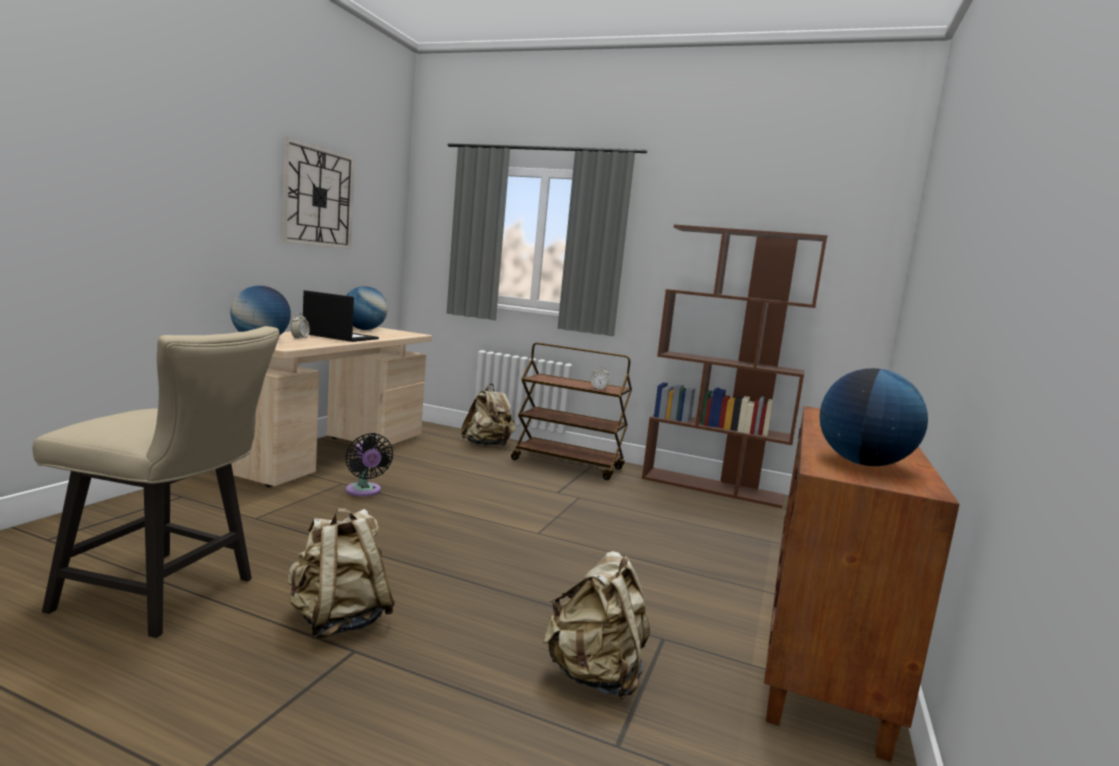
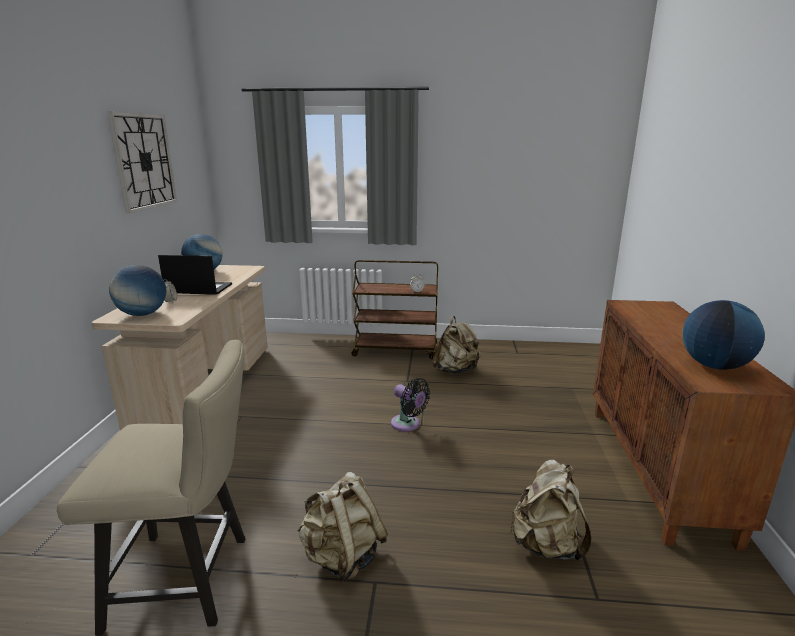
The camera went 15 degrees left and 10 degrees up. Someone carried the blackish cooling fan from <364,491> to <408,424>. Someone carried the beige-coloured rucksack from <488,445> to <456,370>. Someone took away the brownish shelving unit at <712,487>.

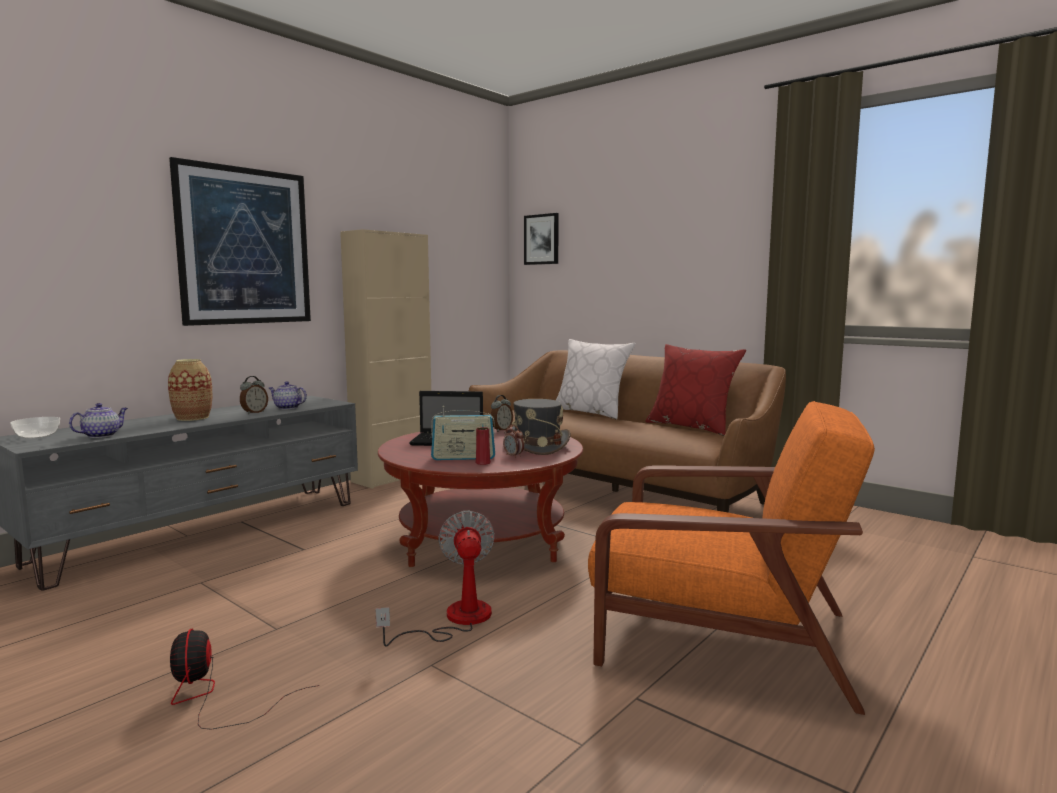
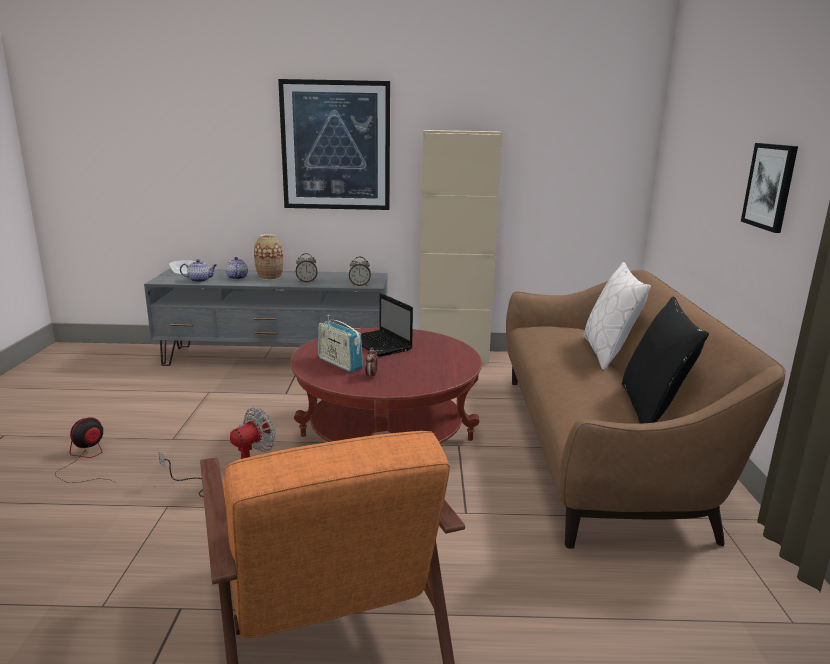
The camera went 50 degrees right and 10 degrees up. Someone carried the pot for tea from <287,408> to <237,277>. Someone took away the red vase at <483,463>. Someone carried the alarm clock from <501,430> to <359,285>. Someone took away the grey clothing hat at <537,446>. Someone carried the picture from <542,239> to <770,186>. Someone repainted the red pillow at <692,427>, which became the blackish pillow at <652,409>.

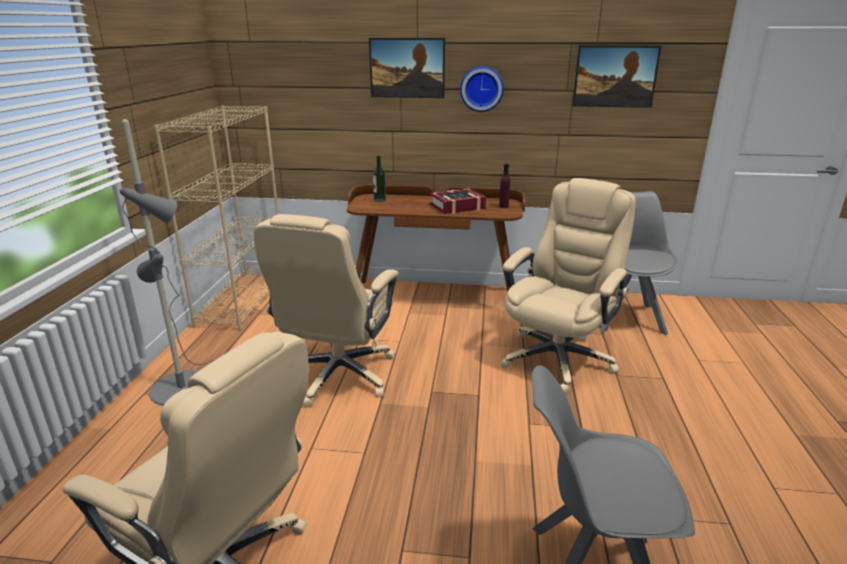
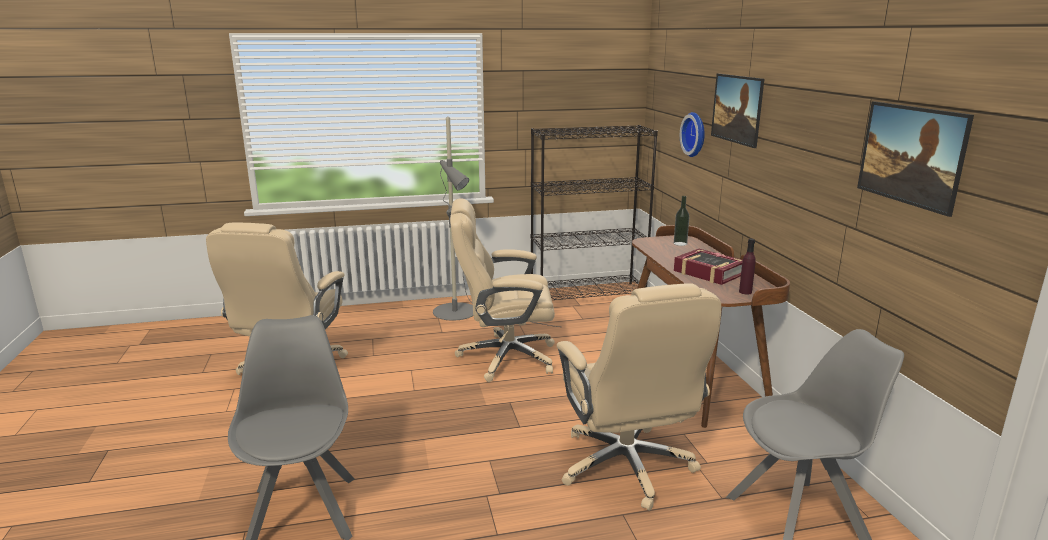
The camera went 70 degrees right and 5 degrees down. Someone repainted the beige-coloured shelving unit at <243,300>, which became the blackish shelving unit at <588,294>. Someone carried the hanging clock from <481,88> to <695,134>. Someone rotated the beige-coloured desk chair at <558,358> by 60 degrees clockwise.

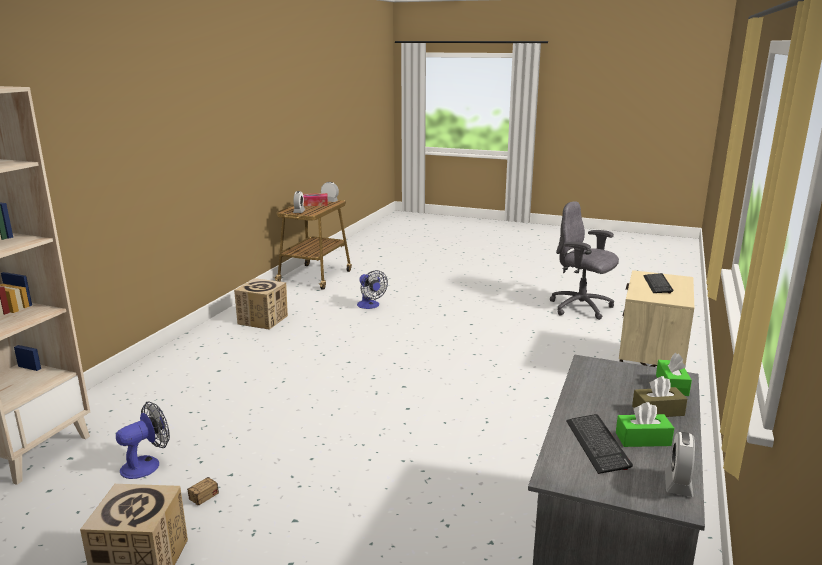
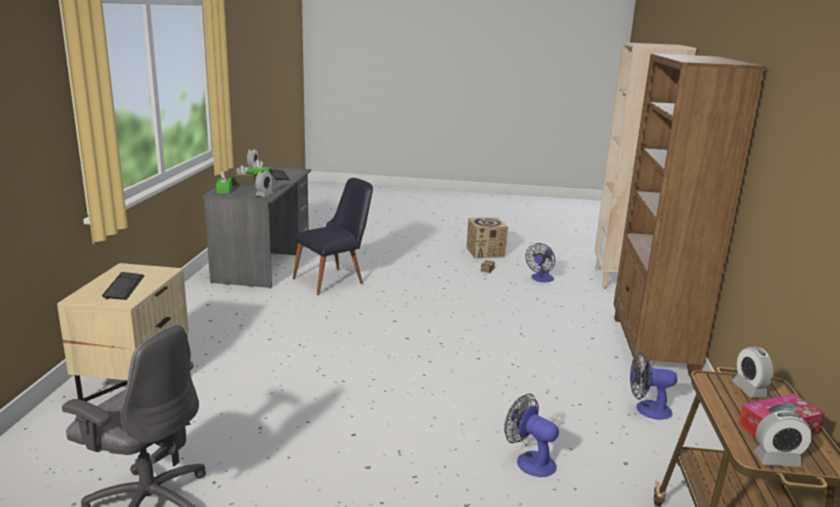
The camera went 165 degrees right and 0 degrees up. Someone swapped the cardboard box at <263,320> for the cooling fan at <647,409>. Someone put down the alarm clock at <264,195>. Someone put down the blackish upright chair at <334,280>. Someone put down the brownish shelving unit at <652,346>.

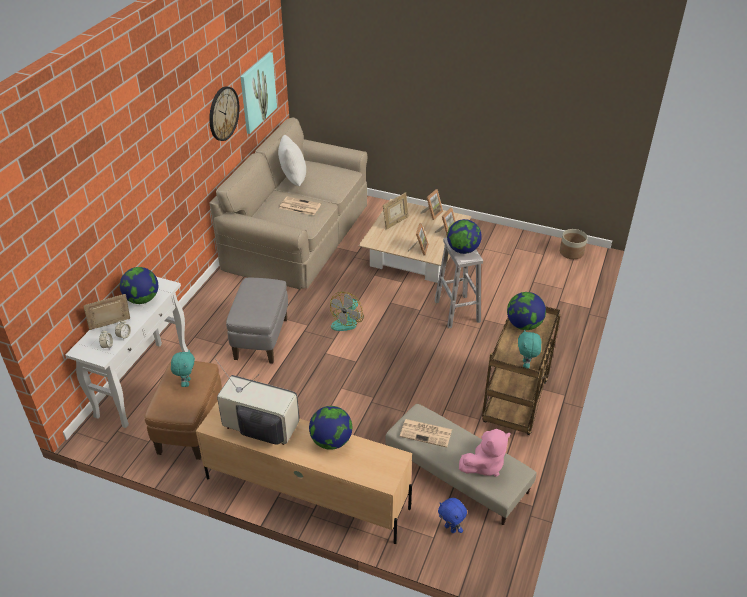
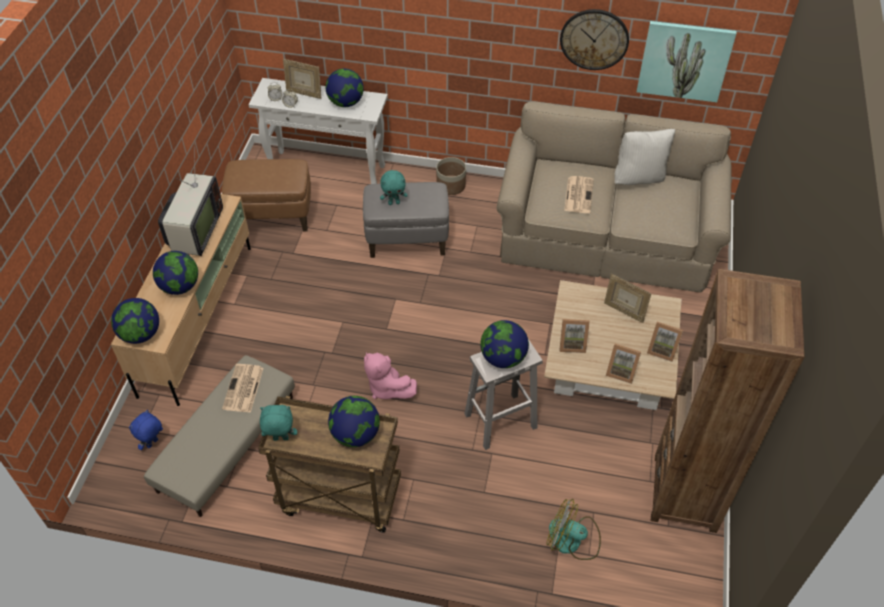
The camera went 80 degrees right and 10 degrees up. Someone rotated the standing frame at <111,326> by 150 degrees clockwise. Someone carried the turquoise-coloured plush toy from <186,382> to <394,202>. Someone carried the cooling fan from <348,321> to <572,540>. Someone carried the pinkish plush toy from <484,465> to <387,387>. Someone carried the flower pot from <571,252> to <450,185>. Someone put down the desk globe at <140,334>. Someone put down the brownish shelving unit at <685,492>.

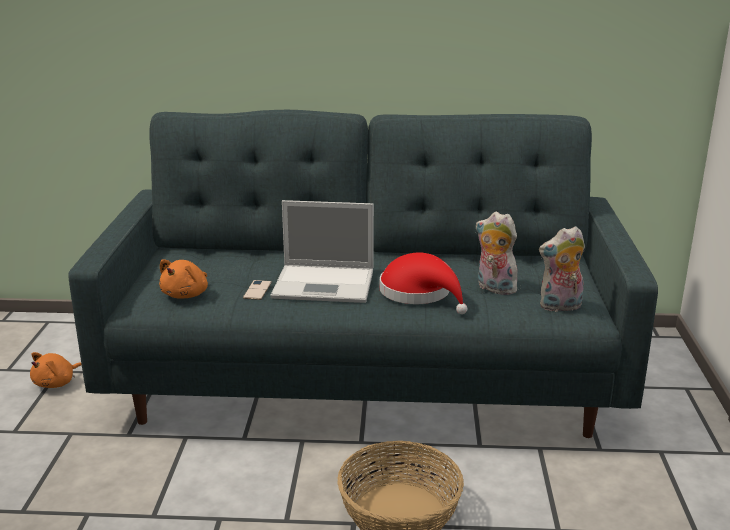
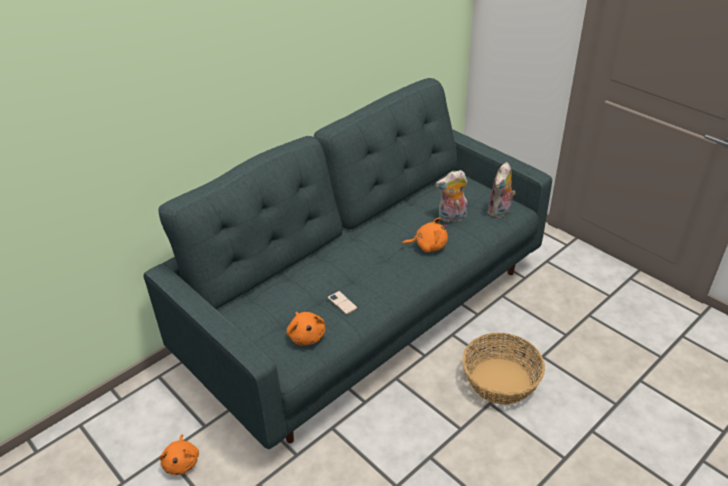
The camera went 45 degrees left and 15 degrees up. Someone took away the notebook computer at <326,284>. Someone swapped the red clothing hat at <419,293> for the orange plush toy at <428,246>.

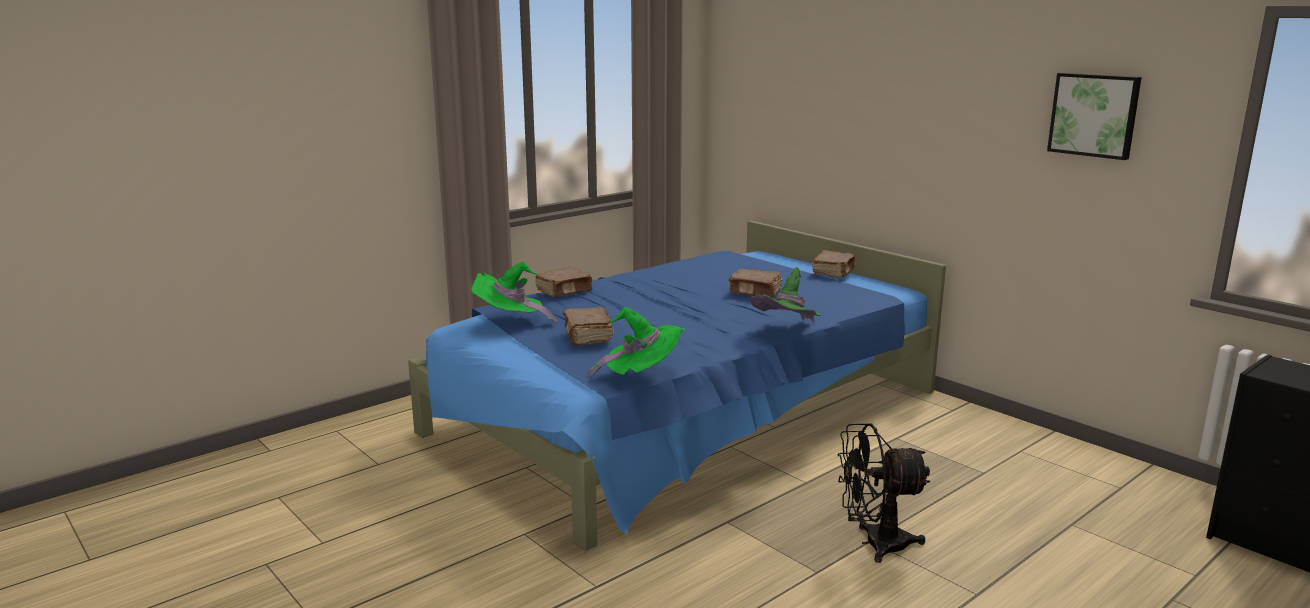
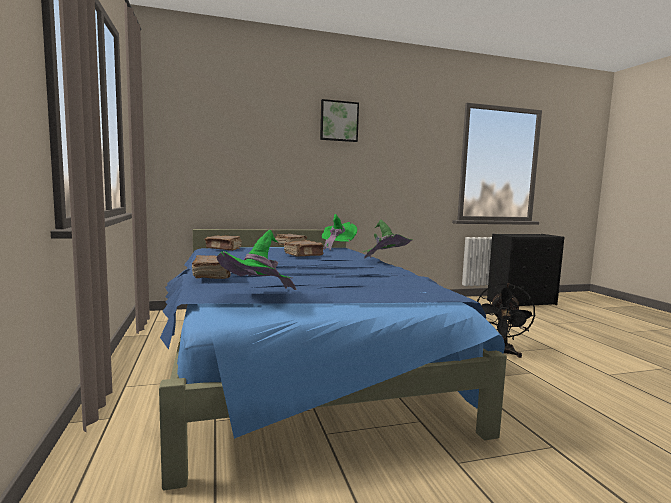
The camera went 65 degrees left and 10 degrees down. Someone carried the brownish book from <587,336> to <224,249>. Someone carried the greenish clothing hat from <642,376> to <337,247>. Someone carried the picture from <1094,115> to <338,121>.

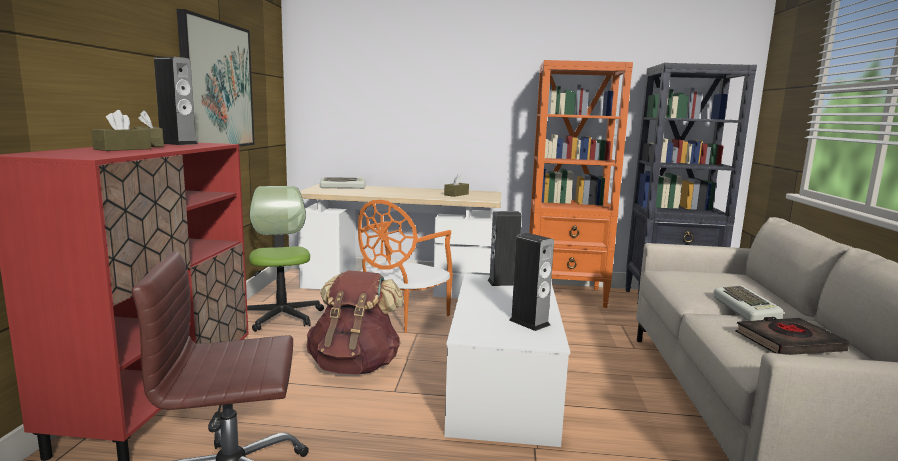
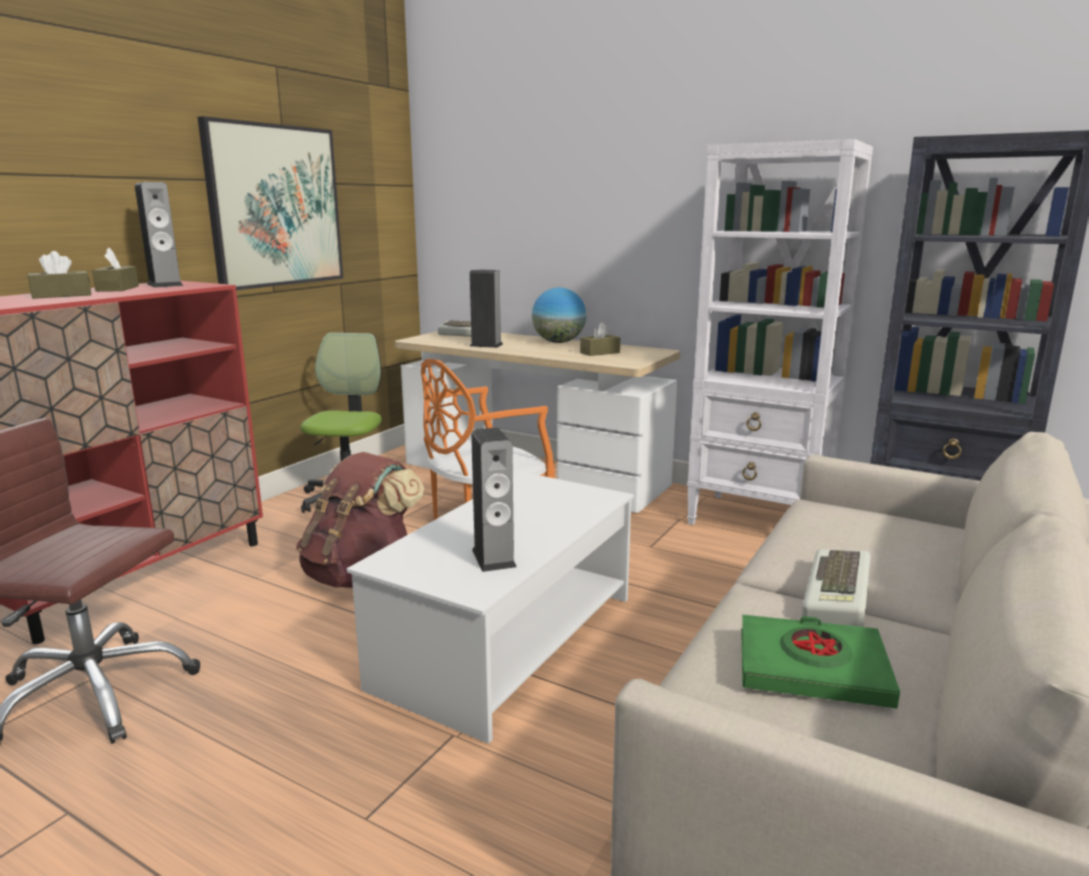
The camera went 25 degrees right and 5 degrees up. Someone carried the audio speaker from <503,282> to <486,345>. Someone repainted the orange shelving unit at <566,296>, which became the white-coloured shelving unit at <759,520>. Someone repainted the blackish book at <788,342>, which became the greenish book at <812,669>. Someone put down the desk globe at <558,342>.

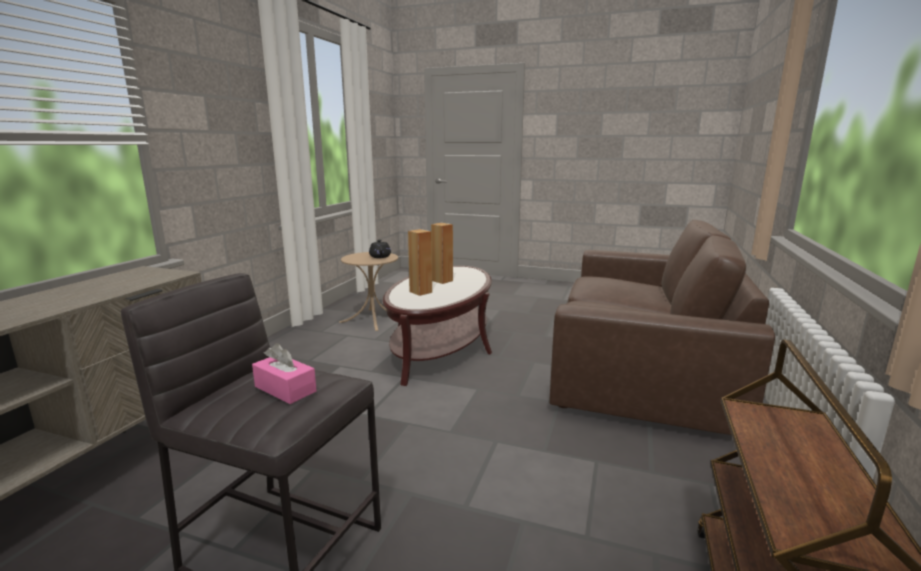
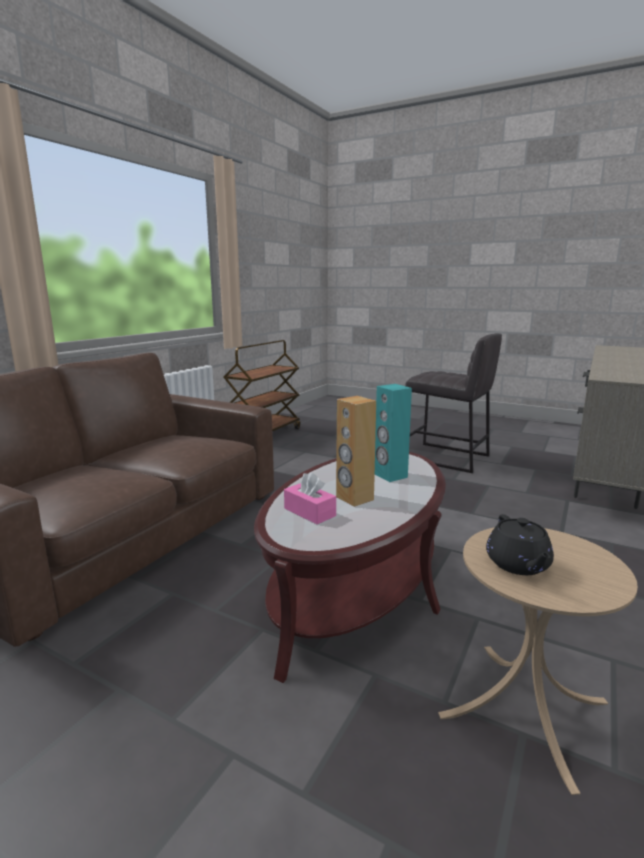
The camera went 170 degrees left and 0 degrees up. Someone carried the pinkish box of tissues from <285,389> to <309,512>. Someone repainted the brownish audio speaker at <421,292>, which became the turquoise-coloured audio speaker at <390,475>.

